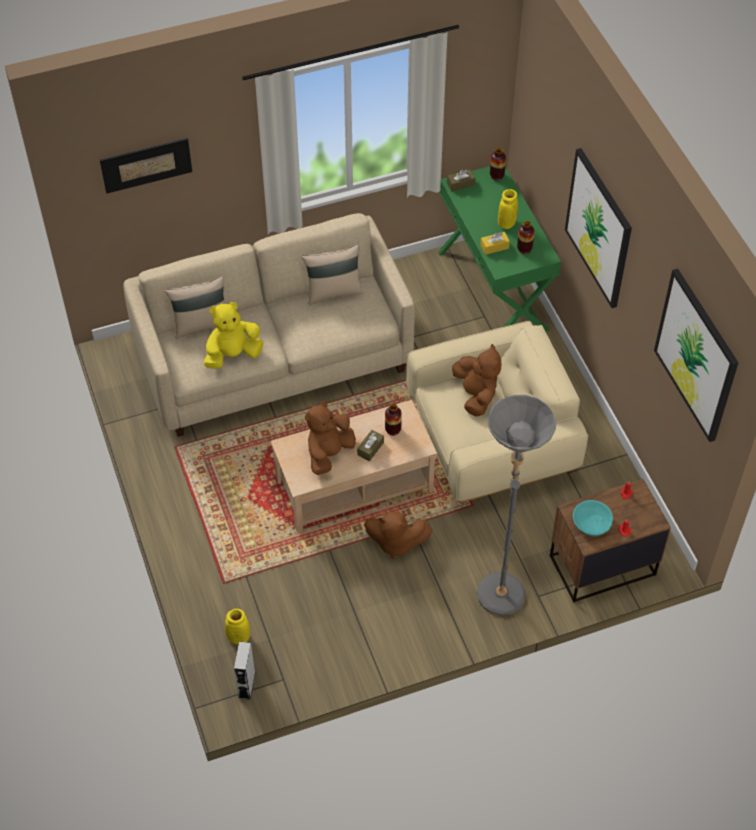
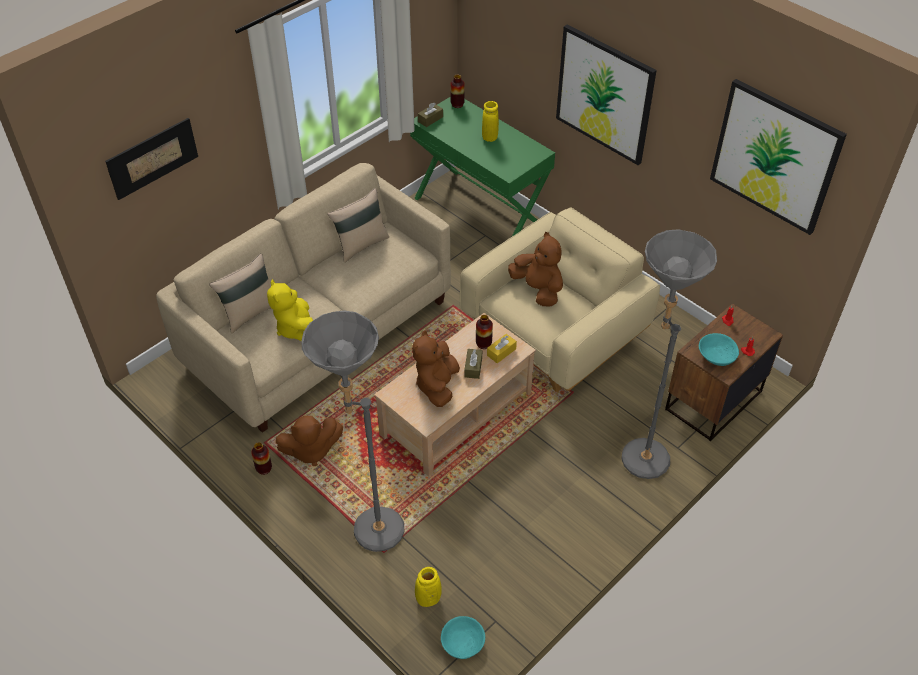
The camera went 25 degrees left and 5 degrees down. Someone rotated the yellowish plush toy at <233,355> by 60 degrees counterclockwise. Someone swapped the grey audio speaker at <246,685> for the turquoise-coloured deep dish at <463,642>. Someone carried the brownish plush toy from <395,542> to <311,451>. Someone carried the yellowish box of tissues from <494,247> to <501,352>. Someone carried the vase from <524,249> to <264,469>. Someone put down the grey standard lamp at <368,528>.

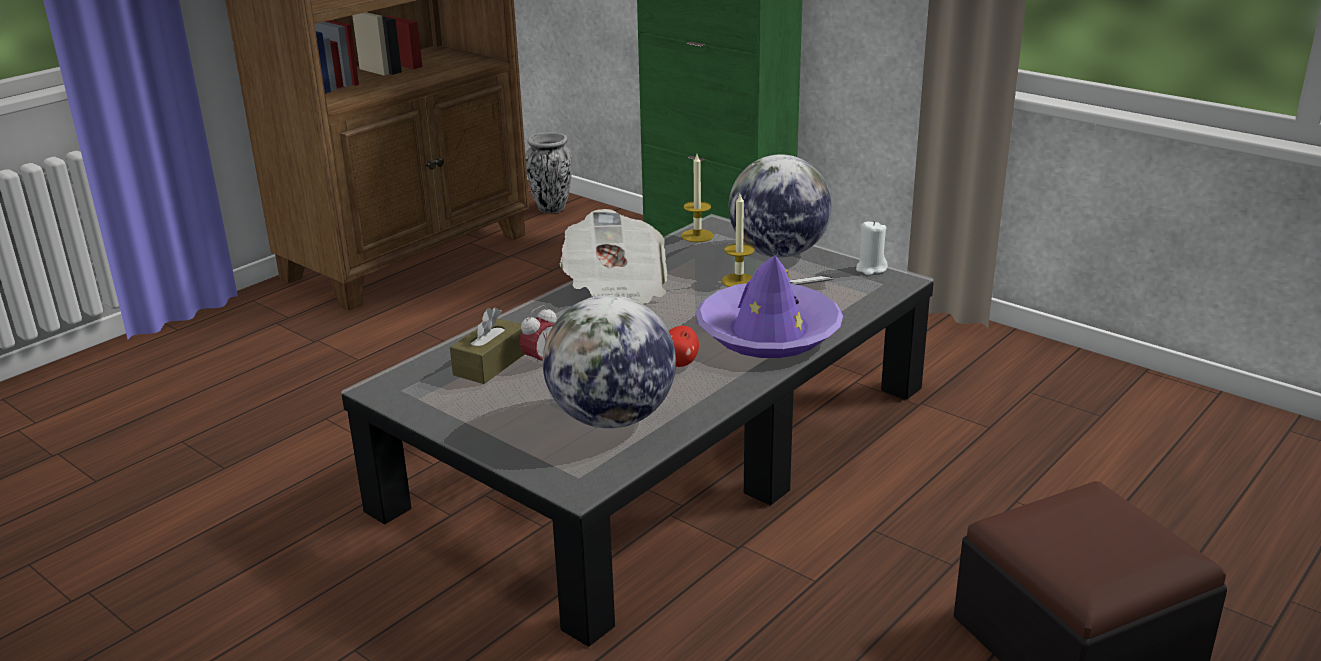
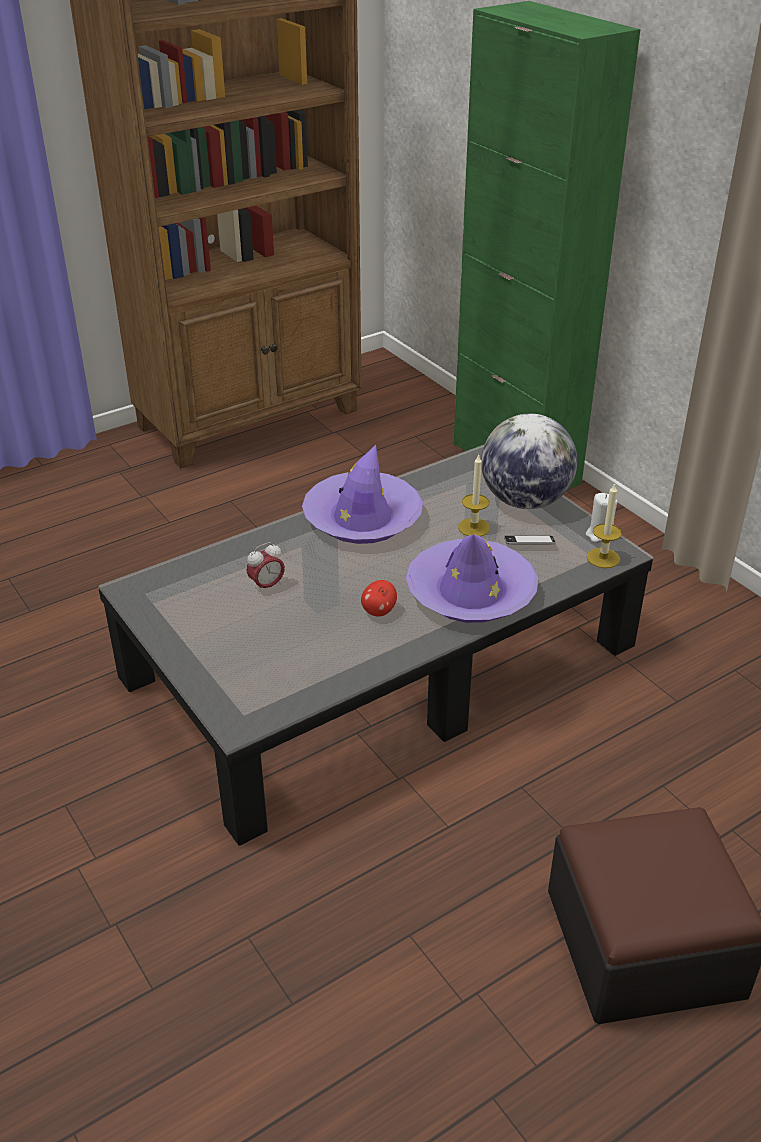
The camera went 15 degrees right and 10 degrees up. Someone took away the brownish box of tissues at <490,364>. Someone took away the vase at <551,208>. Someone took away the desk globe at <612,418>. Someone swapped the newspaper at <615,290> for the purple-coloured clothing hat at <362,518>. Someone carried the wax light from <697,236> to <603,558>.

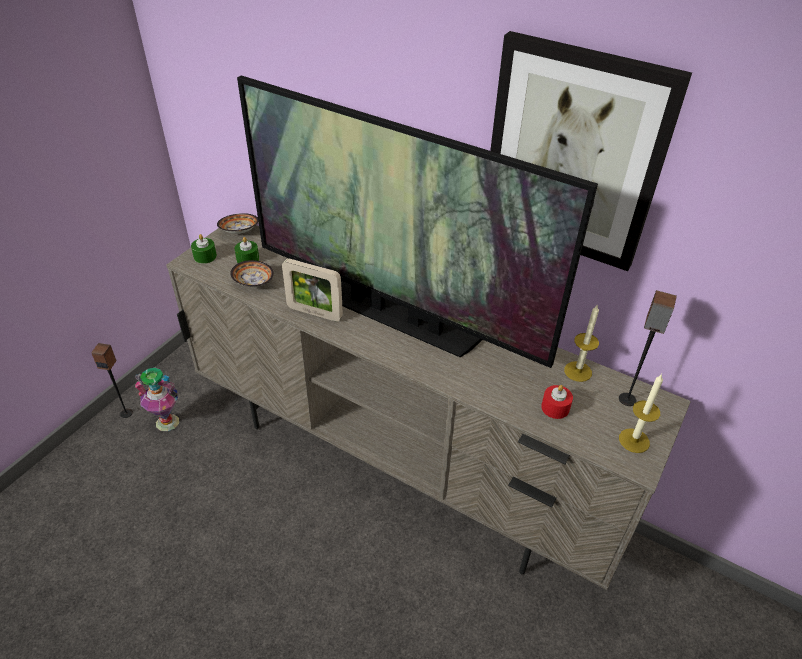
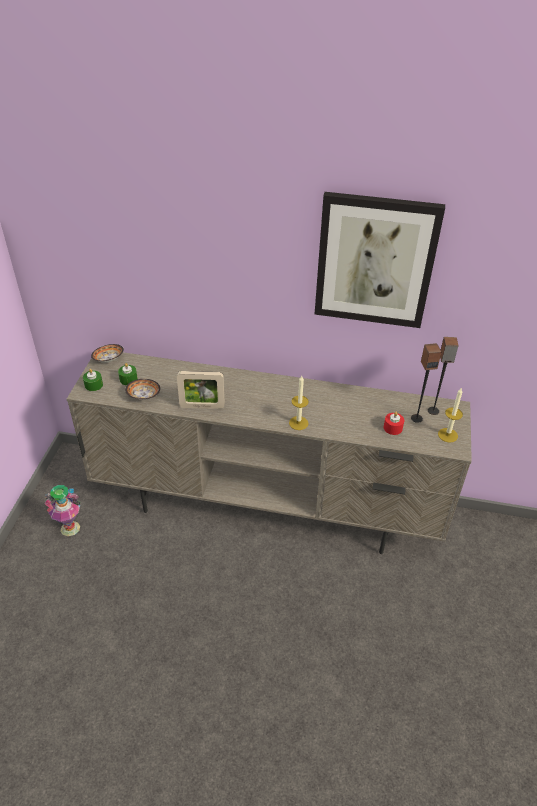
The camera went 20 degrees left and 0 degrees up. Someone carried the audio speaker from <126,413> to <416,418>. Someone took away the TV set at <397,315>. Someone carried the wax light from <578,371> to <298,423>.

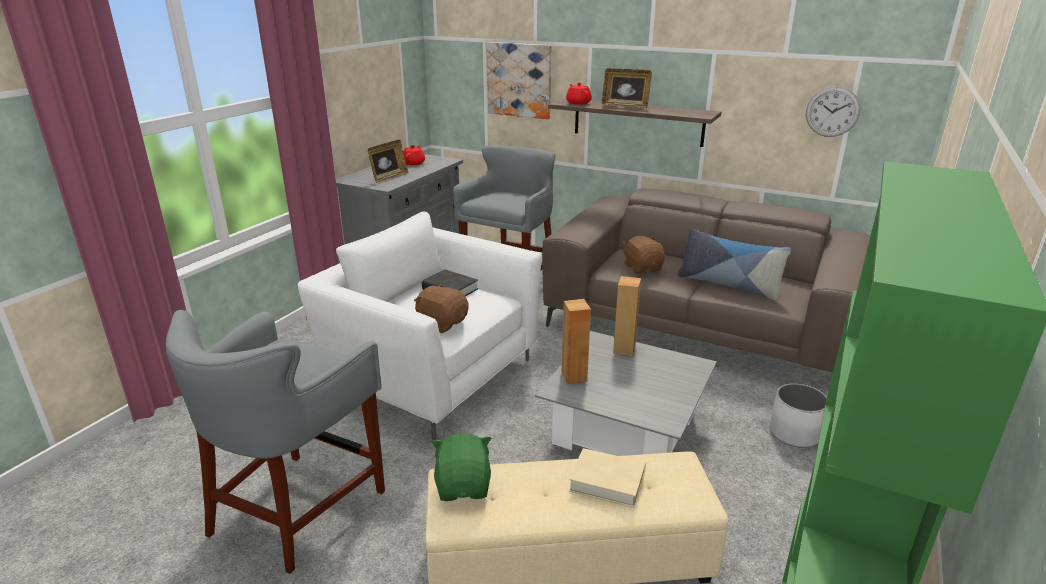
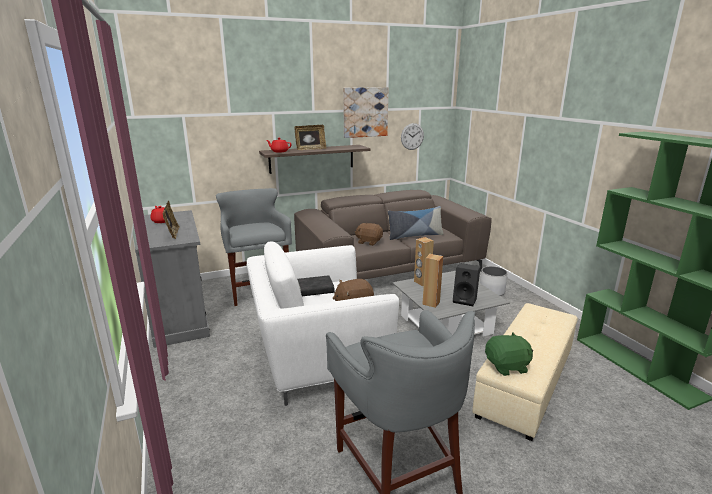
The camera went 50 degrees left and 5 degrees down. Someone rotated the greenish plush toy at <464,486> by 135 degrees clockwise. Someone carried the picture from <519,80> to <365,112>. Someone took away the beige-coloured book at <607,482>. Someone put down the blackish audio speaker at <465,300>.

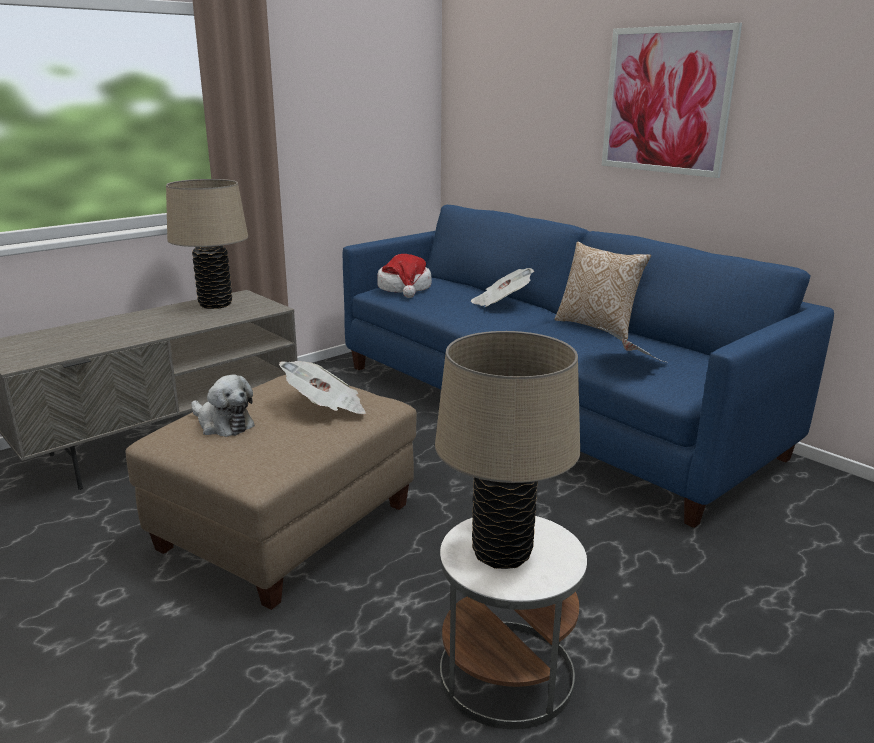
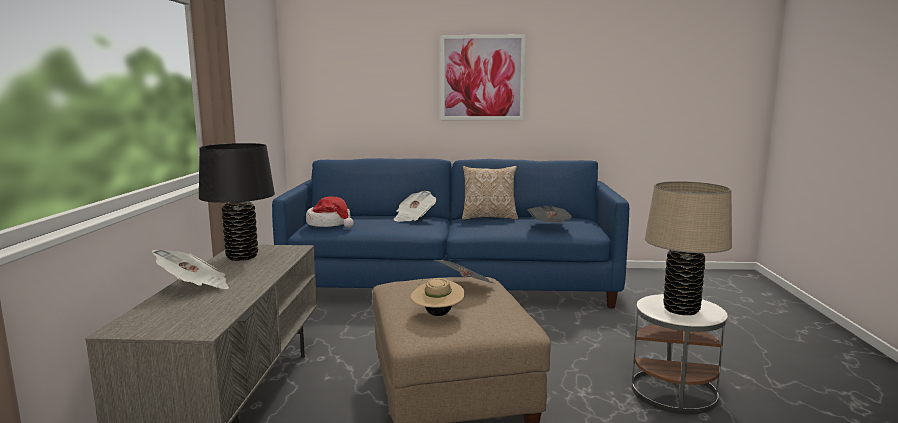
The camera went 45 degrees left and 10 degrees down. Someone repainted the beige-coloured lamp for a table at <215,304>, which became the blackish lamp for a table at <242,257>. Someone swapped the plush toy at <223,424> for the beige-coloured clothing hat at <437,314>. Someone put down the newspaper at <195,287>.

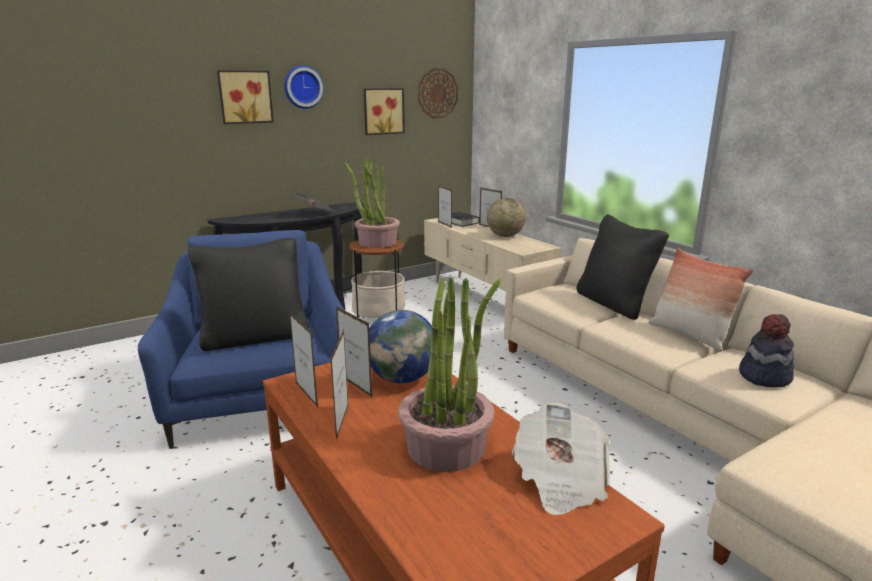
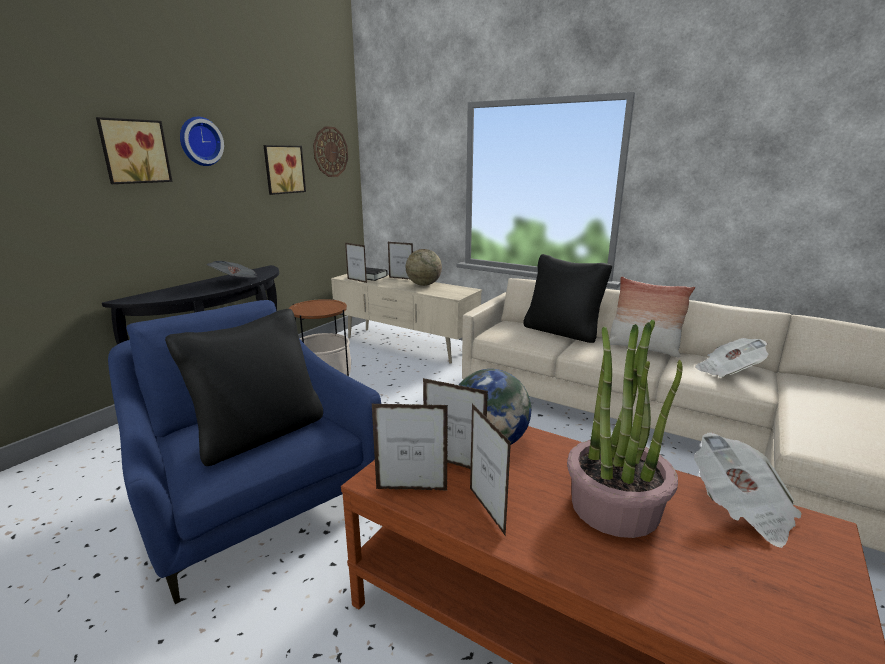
The camera went 25 degrees left and 0 degrees up. Someone rotated the standing frame at <306,394> by 150 degrees clockwise. Someone took away the plant in a pot at <377,242>. Someone swapped the clothing hat at <764,376> for the newspaper at <727,371>.

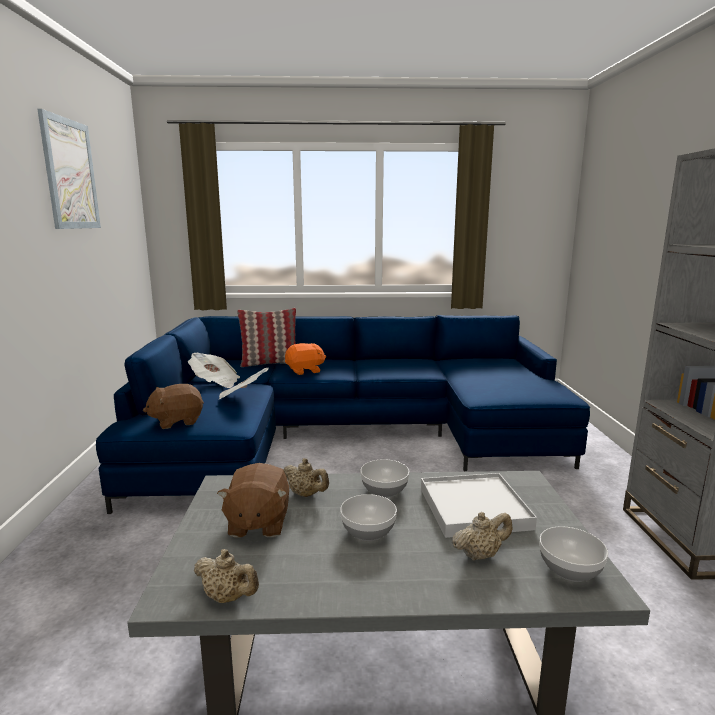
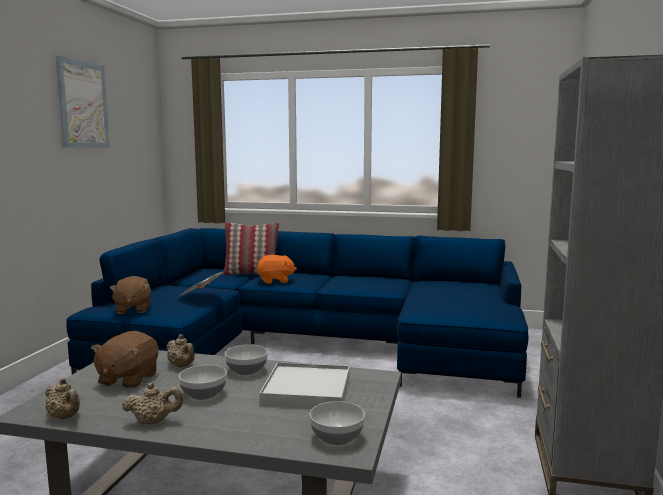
The camera went 15 degrees right and 5 degrees down. Someone rotated the brownish plush toy at <177,421> by 90 degrees counterclockwise. Someone took away the newspaper at <215,382>. Someone carried the beige-coloured pot for tea from <480,555> to <153,421>.

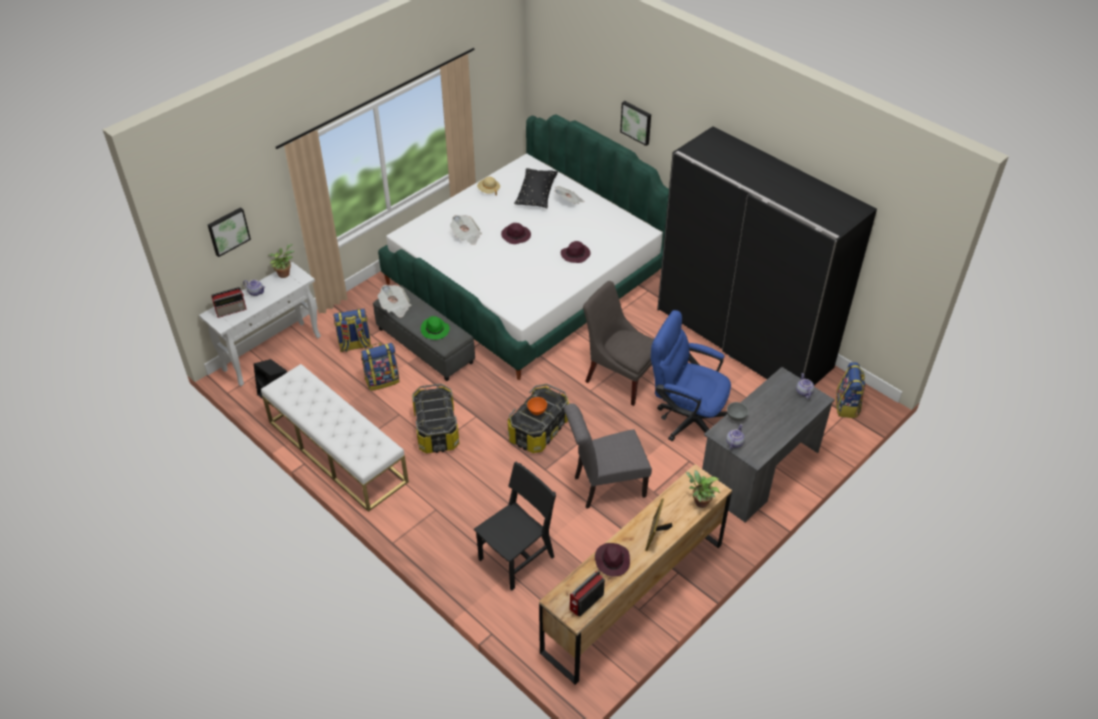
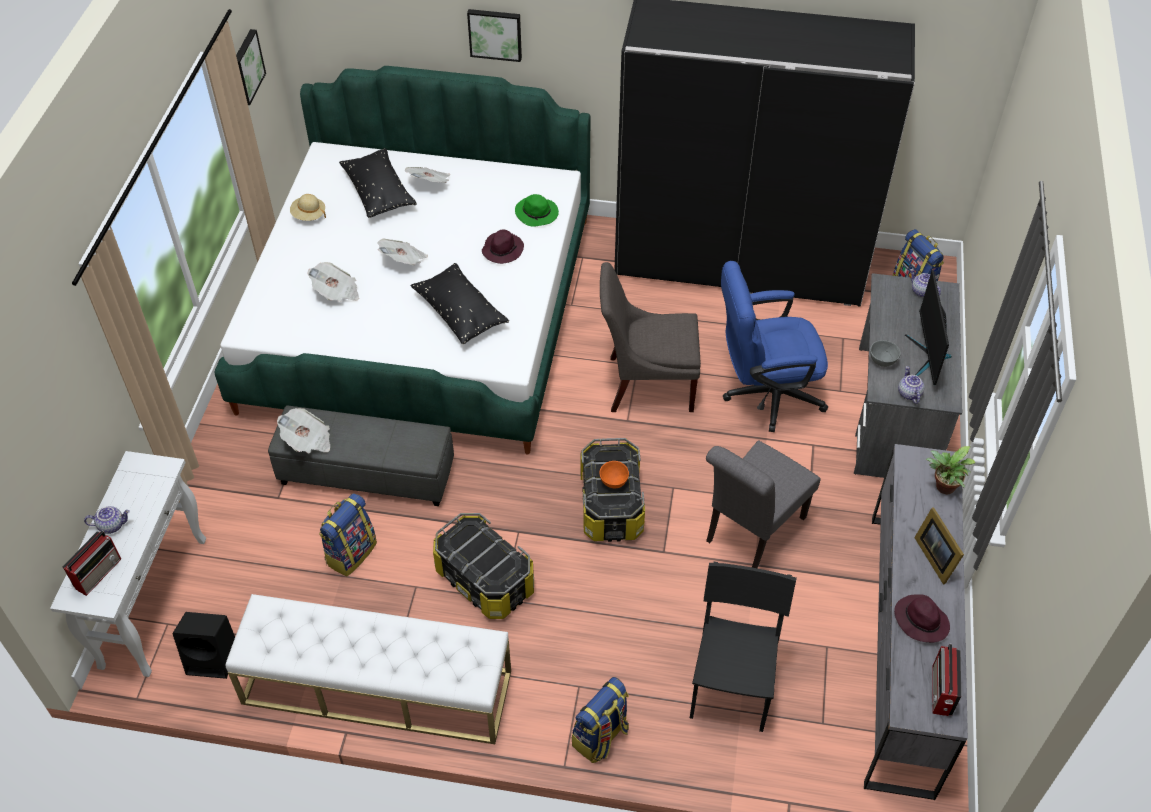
The camera went 35 degrees left and 5 degrees up. Someone carried the picture from <228,231> to <246,67>. Someone took away the plant in a pot at <284,273>. Someone carried the rucksack from <355,345> to <600,737>. Someone carried the greenish clothing hat from <435,330> to <537,214>. Someone swapped the purple-coloured clothing hat at <516,236> for the newspaper at <404,261>. Someone repainted the brownish chest of drawers at <633,596>, which became the grey chest of drawers at <900,648>. Someone put down the blackish pillow at <460,313>. Someone put down the computer screen at <927,357>.

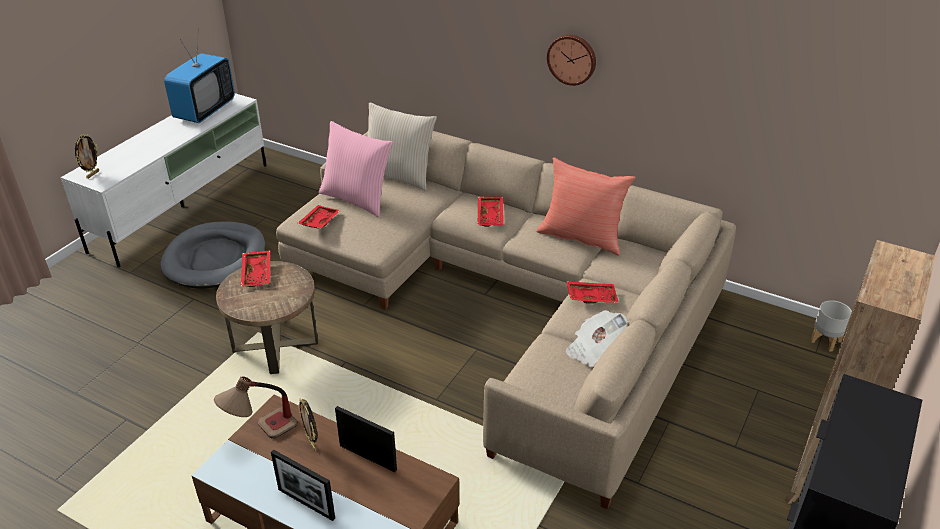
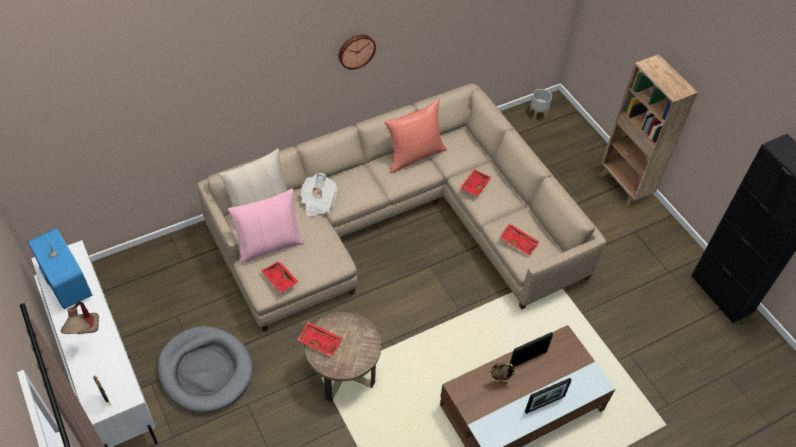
The camera went 60 degrees left and 15 degrees up. Someone carried the lamp for a table from <261,434> to <86,335>. Someone carried the red carrying tray from <491,216> to <519,242>. Someone carried the newspaper from <595,350> to <318,202>.

